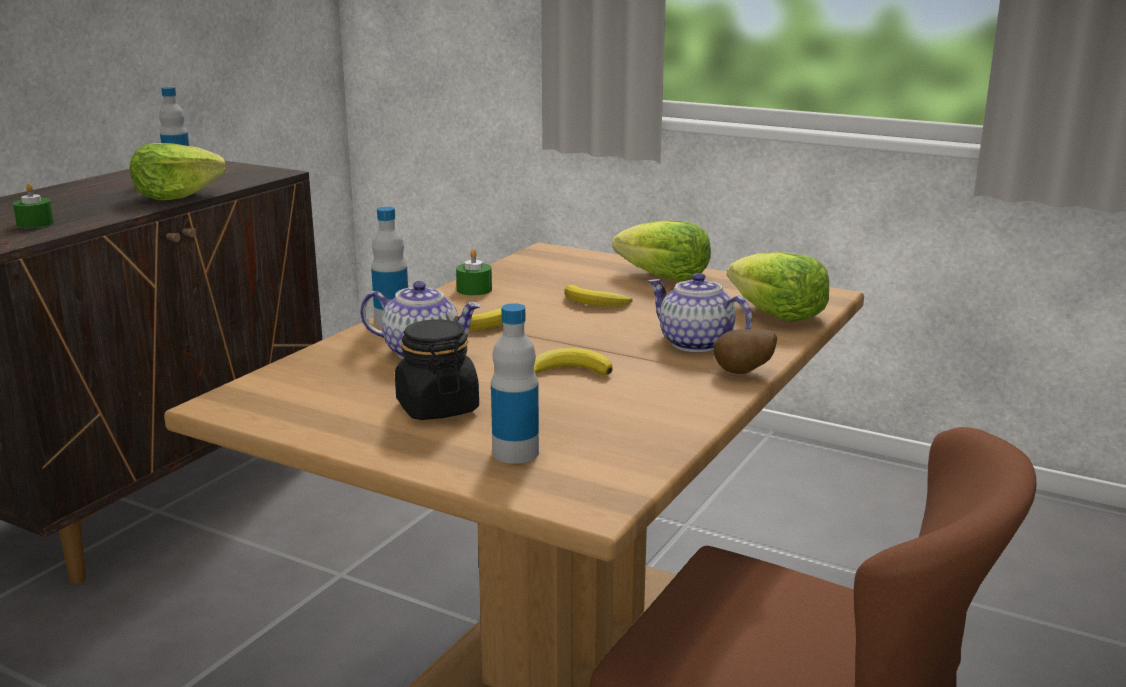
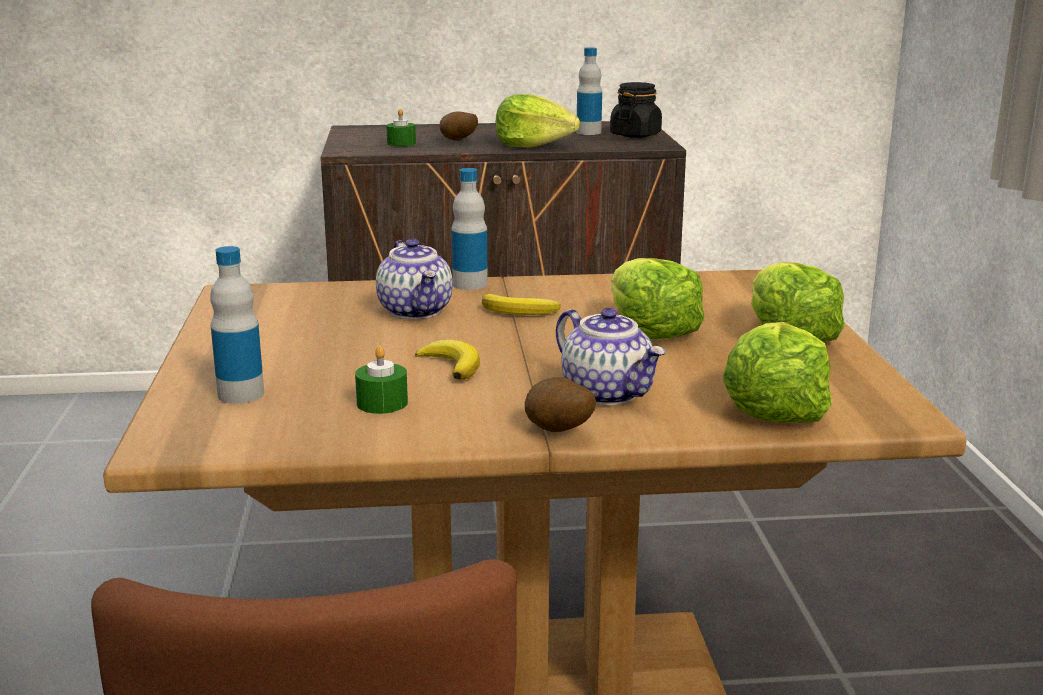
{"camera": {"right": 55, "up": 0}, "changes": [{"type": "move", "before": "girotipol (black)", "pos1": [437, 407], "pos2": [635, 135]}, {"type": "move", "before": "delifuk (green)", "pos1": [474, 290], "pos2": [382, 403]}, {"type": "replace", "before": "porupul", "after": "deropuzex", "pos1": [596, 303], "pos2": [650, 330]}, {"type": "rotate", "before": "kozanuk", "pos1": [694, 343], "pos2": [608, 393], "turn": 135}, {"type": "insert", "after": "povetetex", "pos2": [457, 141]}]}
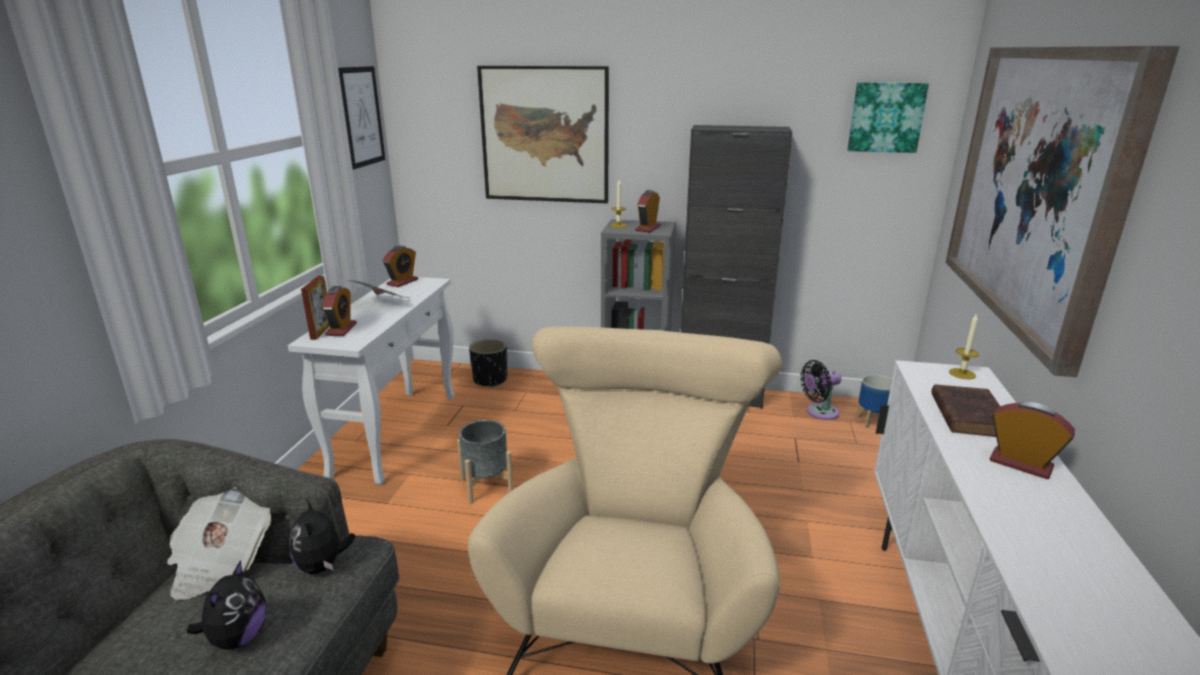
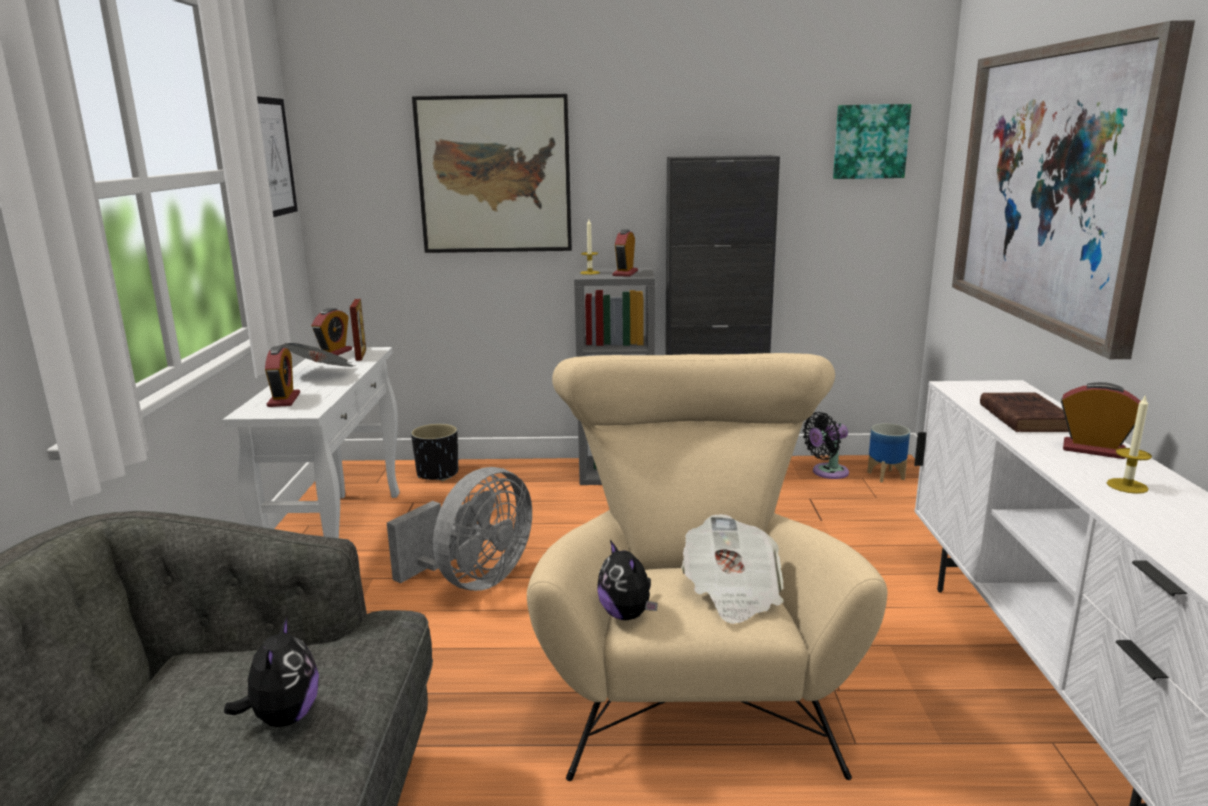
{"camera": {"right": -10, "up": -5}, "changes": [{"type": "move", "before": "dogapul", "pos1": [221, 563], "pos2": [732, 593]}, {"type": "move", "before": "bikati", "pos1": [323, 566], "pos2": [627, 615]}, {"type": "move", "before": "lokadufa", "pos1": [321, 331], "pos2": [361, 355]}, {"type": "replace", "before": "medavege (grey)", "after": "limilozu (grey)", "pos1": [486, 486], "pos2": [473, 580]}, {"type": "move", "before": "delifuk", "pos1": [962, 374], "pos2": [1127, 486]}]}
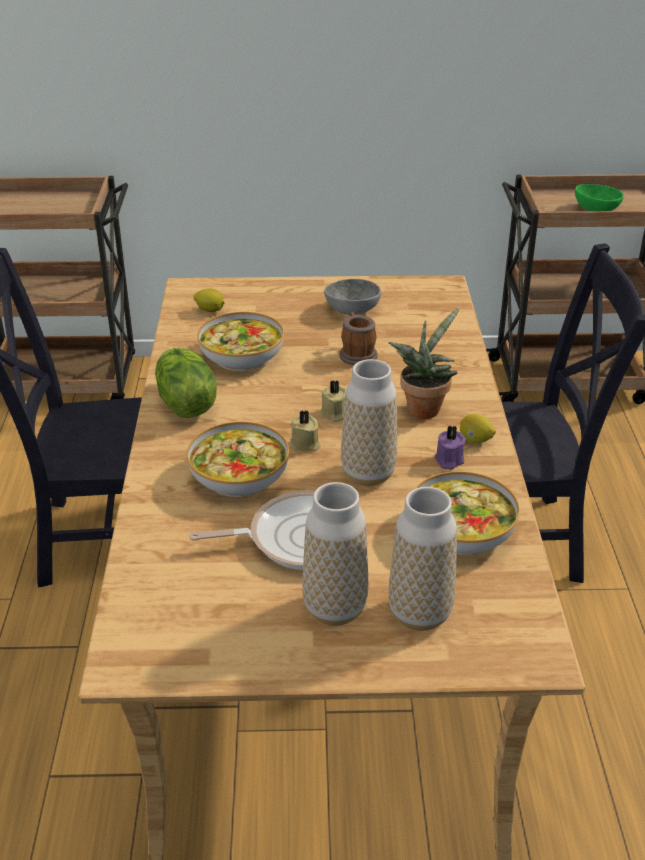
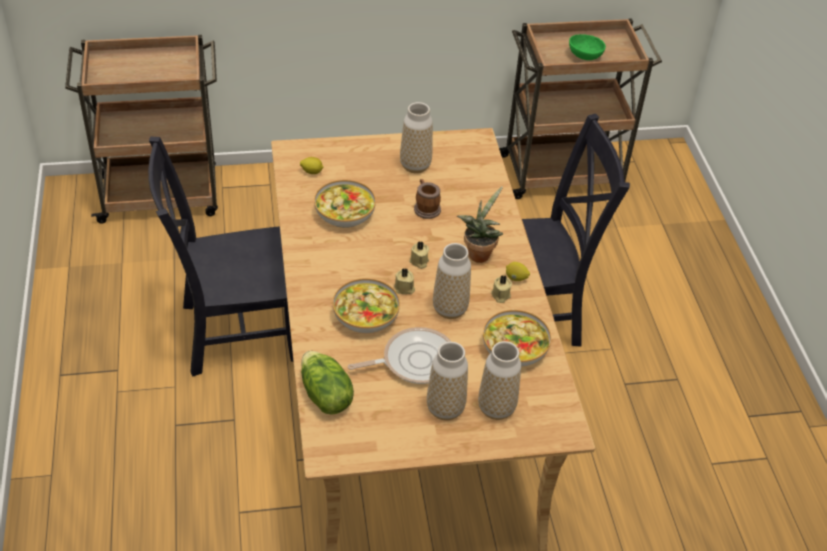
{"camera": {"right": -10, "up": 10}, "changes": [{"type": "move", "before": "deropuzex", "pos1": [184, 404], "pos2": [324, 396]}, {"type": "replace", "before": "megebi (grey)", "after": "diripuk", "pos1": [351, 309], "pos2": [415, 166]}, {"type": "recolor", "before": "delifuk (purple)", "after": "delifuk (beige)", "pos1": [448, 460], "pos2": [500, 295]}]}
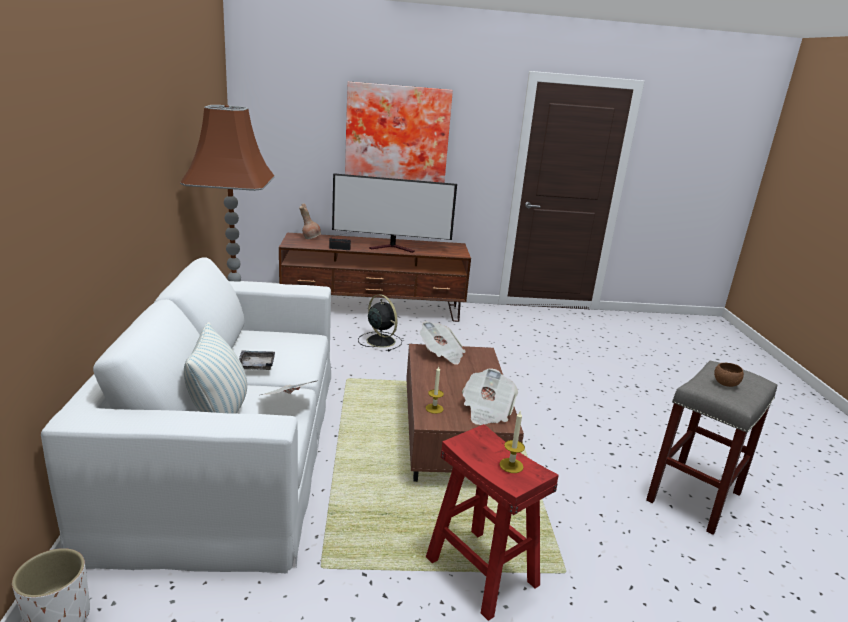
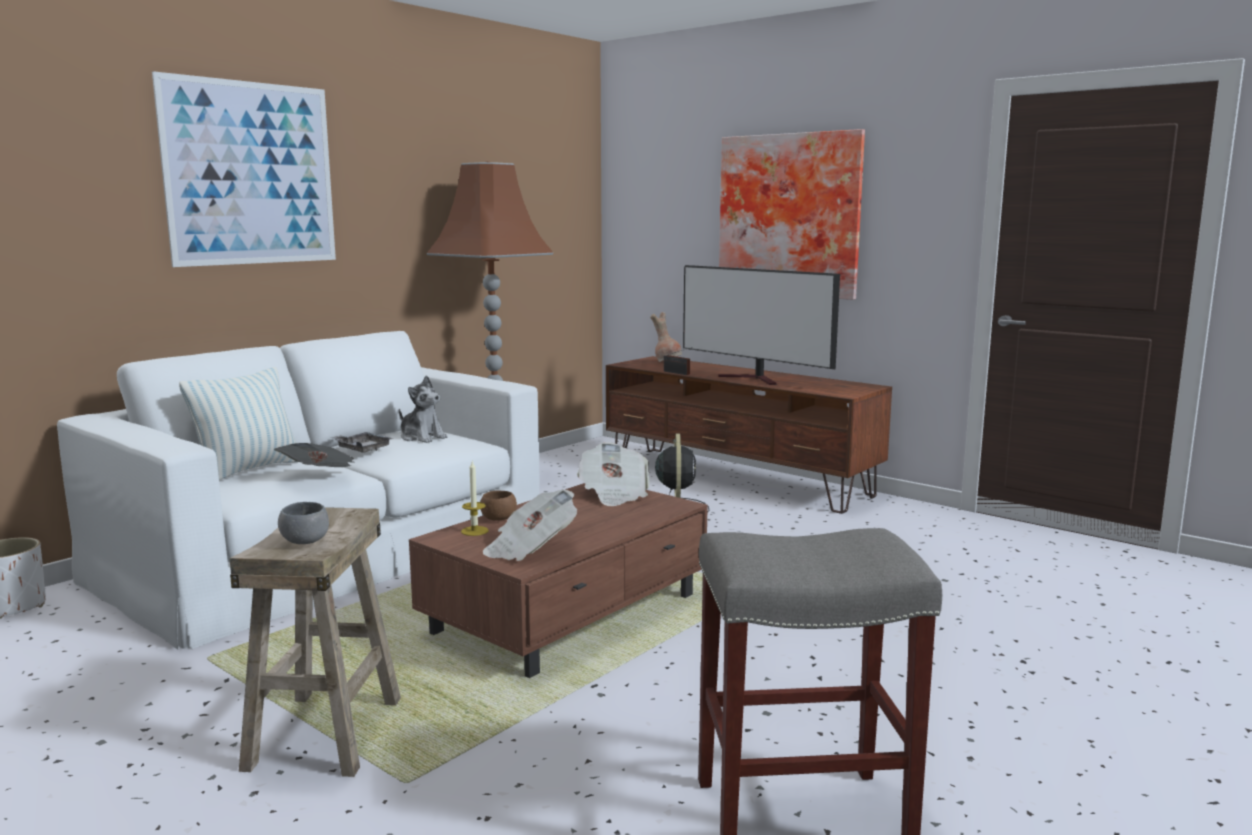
{"camera": {"right": 45, "up": -10}, "changes": [{"type": "recolor", "before": "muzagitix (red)", "after": "muzagitix (beige)", "pos1": [480, 571], "pos2": [324, 732]}, {"type": "replace", "before": "delifuk", "after": "megebi (grey)", "pos1": [511, 465], "pos2": [305, 541]}, {"type": "move", "before": "megebi (brown)", "pos1": [725, 384], "pos2": [498, 518]}, {"type": "insert", "after": "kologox", "pos2": [251, 174]}, {"type": "insert", "after": "bikati", "pos2": [422, 437]}]}
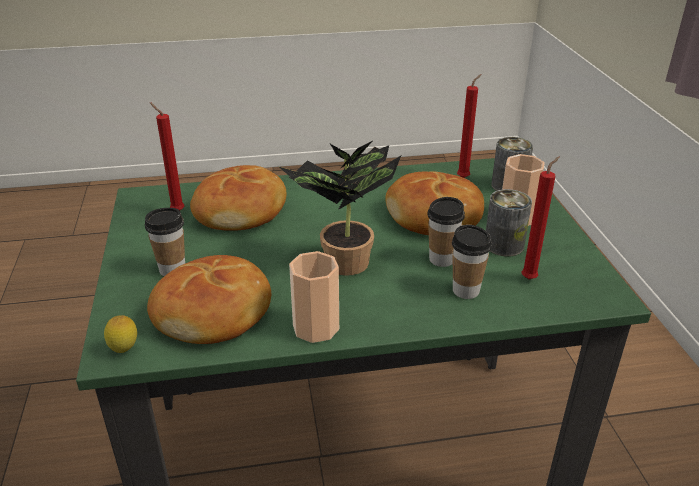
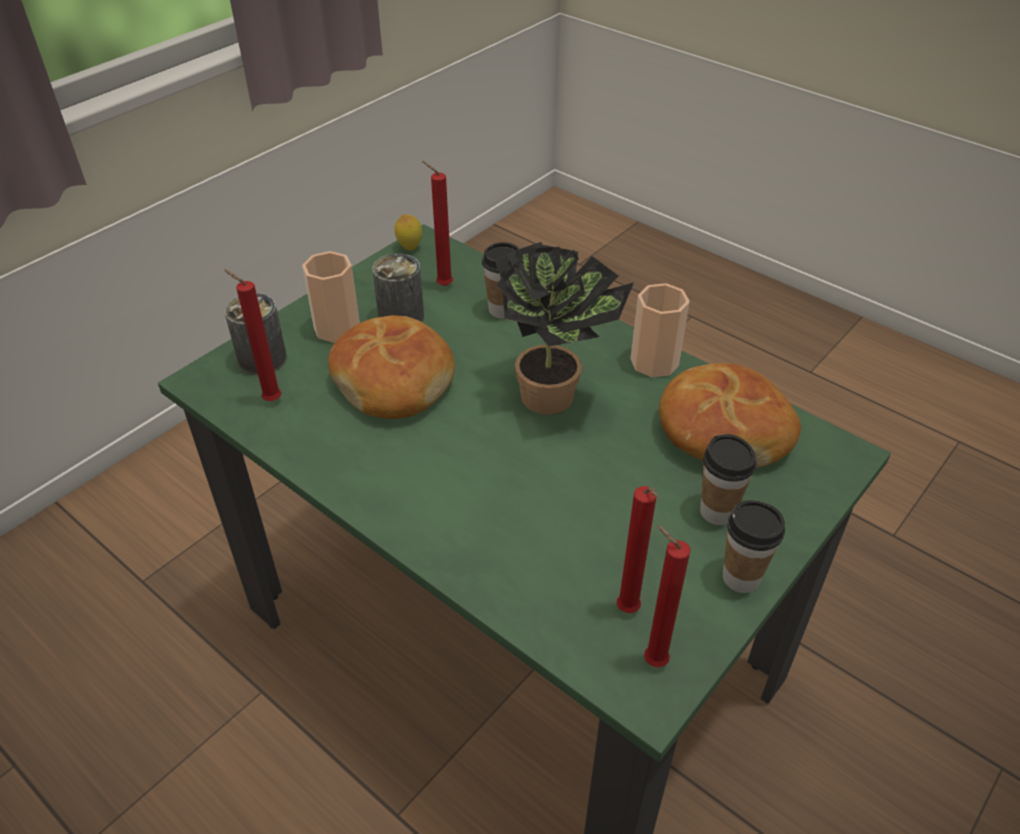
{"camera": {"right": -130, "up": 10}, "changes": [{"type": "move", "before": "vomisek", "pos1": [124, 350], "pos2": [409, 247]}, {"type": "delete", "before": "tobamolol", "pos1": [242, 211]}, {"type": "move", "before": "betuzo", "pos1": [441, 259], "pos2": [741, 578]}, {"type": "insert", "after": "delifuk (red)", "pos2": [651, 660]}]}
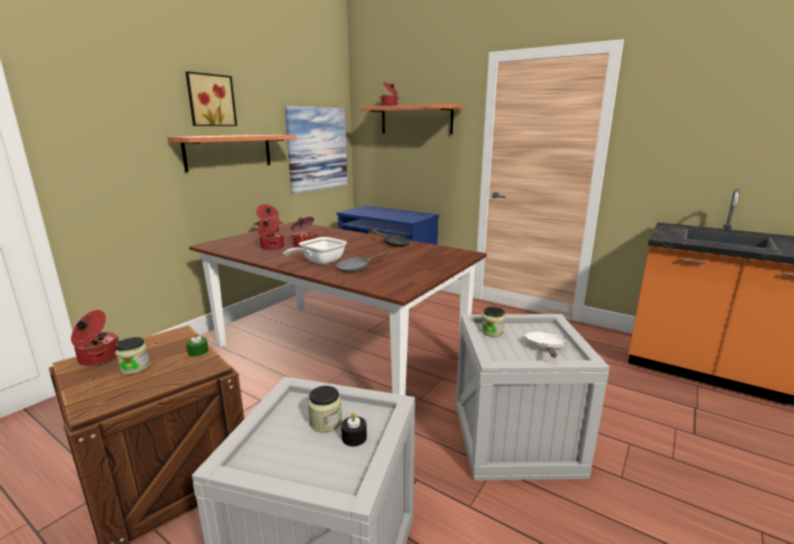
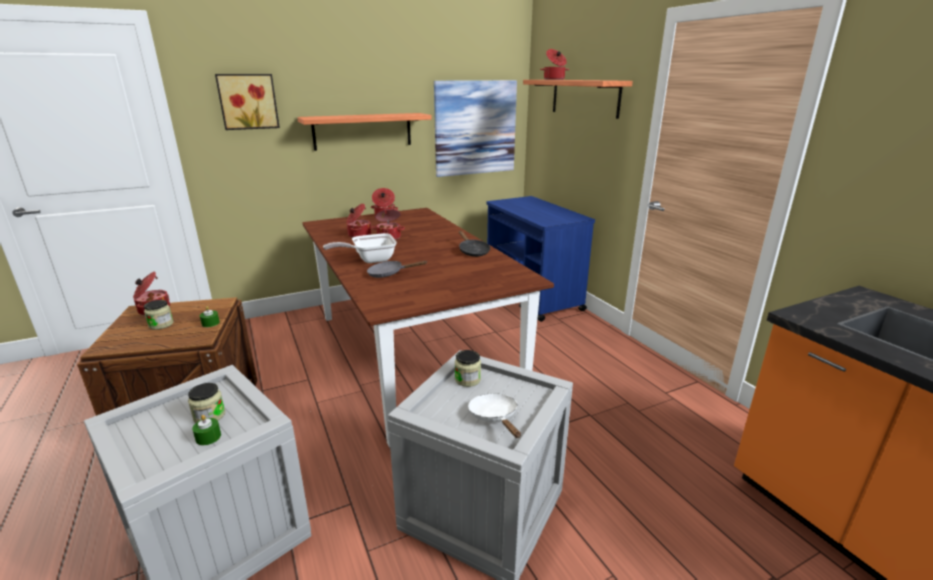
{"camera": {"right": 30, "up": 5}, "changes": [{"type": "move", "before": "kologox", "pos1": [210, 100], "pos2": [248, 101]}, {"type": "recolor", "before": "delifuk (black)", "after": "delifuk (green)", "pos1": [354, 437], "pos2": [208, 437]}, {"type": "rotate", "before": "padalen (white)", "pos1": [545, 348], "pos2": [495, 417], "turn": -60}]}
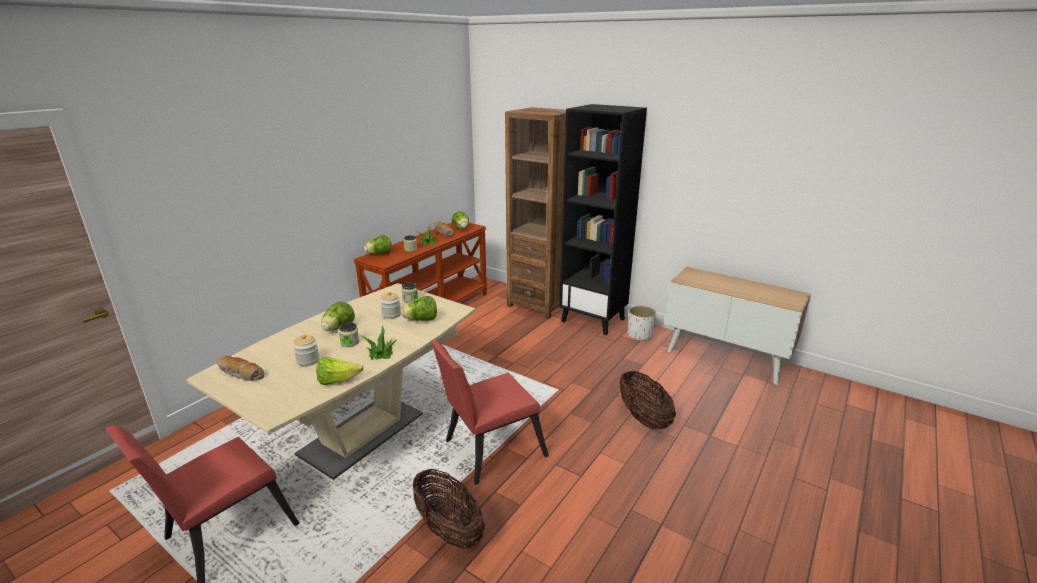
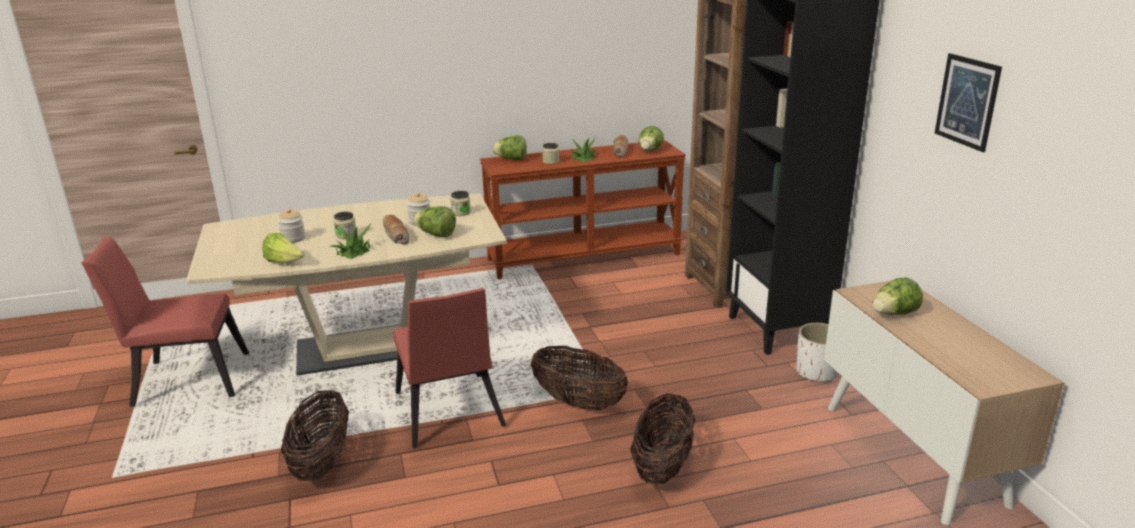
{"camera": {"right": 40, "up": 0}, "changes": [{"type": "move", "before": "tobamolol", "pos1": [240, 373], "pos2": [395, 235]}, {"type": "move", "before": "deropuzex", "pos1": [338, 328], "pos2": [894, 314]}, {"type": "rotate", "before": "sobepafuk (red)", "pos1": [489, 450], "pos2": [448, 414], "turn": -120}, {"type": "insert", "after": "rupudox", "pos2": [578, 403]}, {"type": "insert", "after": "kologox", "pos2": [967, 101]}]}
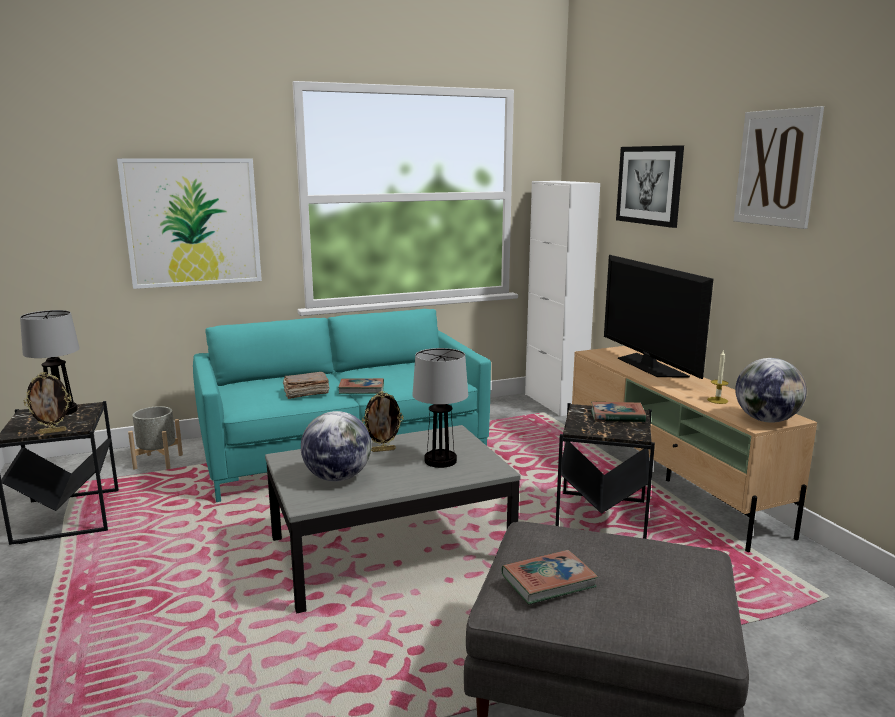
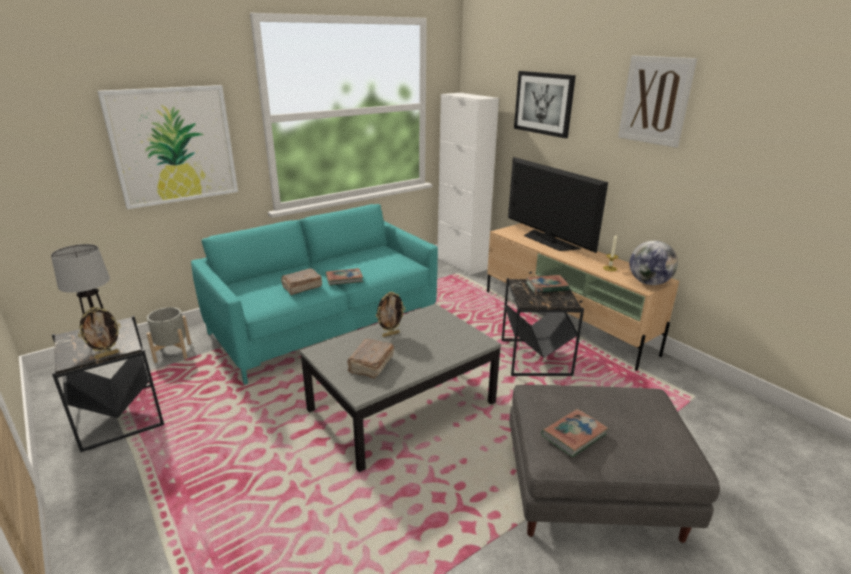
{"camera": {"right": -15, "up": 10}, "changes": [{"type": "replace", "before": "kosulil", "after": "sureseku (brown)", "pos1": [337, 478], "pos2": [370, 365]}, {"type": "delete", "before": "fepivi", "pos1": [440, 460]}]}
